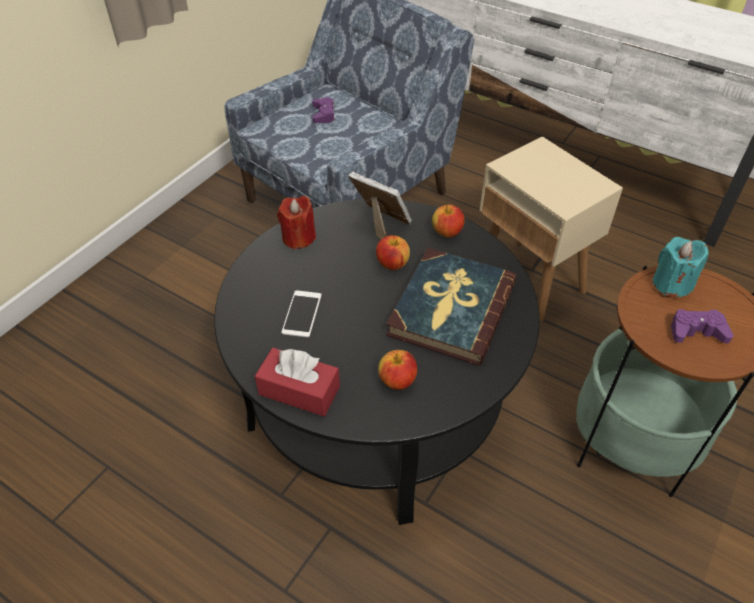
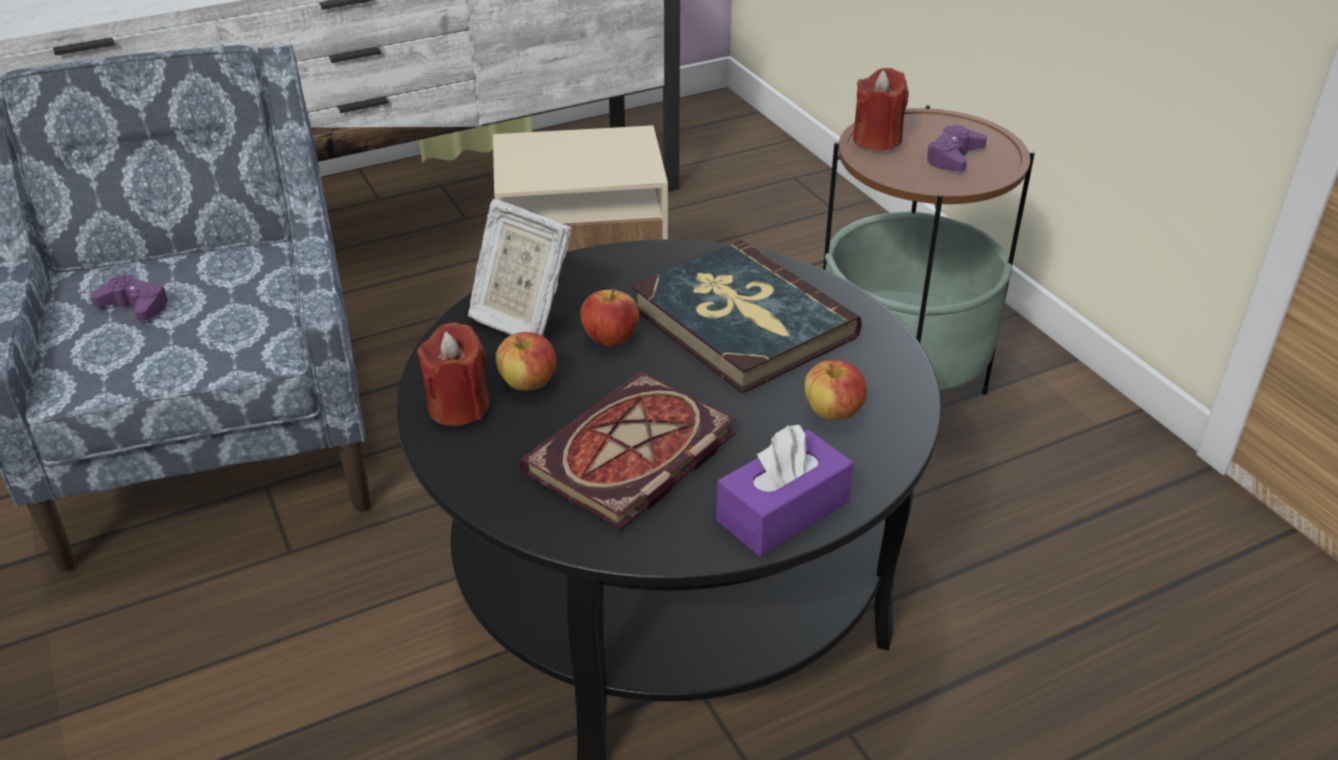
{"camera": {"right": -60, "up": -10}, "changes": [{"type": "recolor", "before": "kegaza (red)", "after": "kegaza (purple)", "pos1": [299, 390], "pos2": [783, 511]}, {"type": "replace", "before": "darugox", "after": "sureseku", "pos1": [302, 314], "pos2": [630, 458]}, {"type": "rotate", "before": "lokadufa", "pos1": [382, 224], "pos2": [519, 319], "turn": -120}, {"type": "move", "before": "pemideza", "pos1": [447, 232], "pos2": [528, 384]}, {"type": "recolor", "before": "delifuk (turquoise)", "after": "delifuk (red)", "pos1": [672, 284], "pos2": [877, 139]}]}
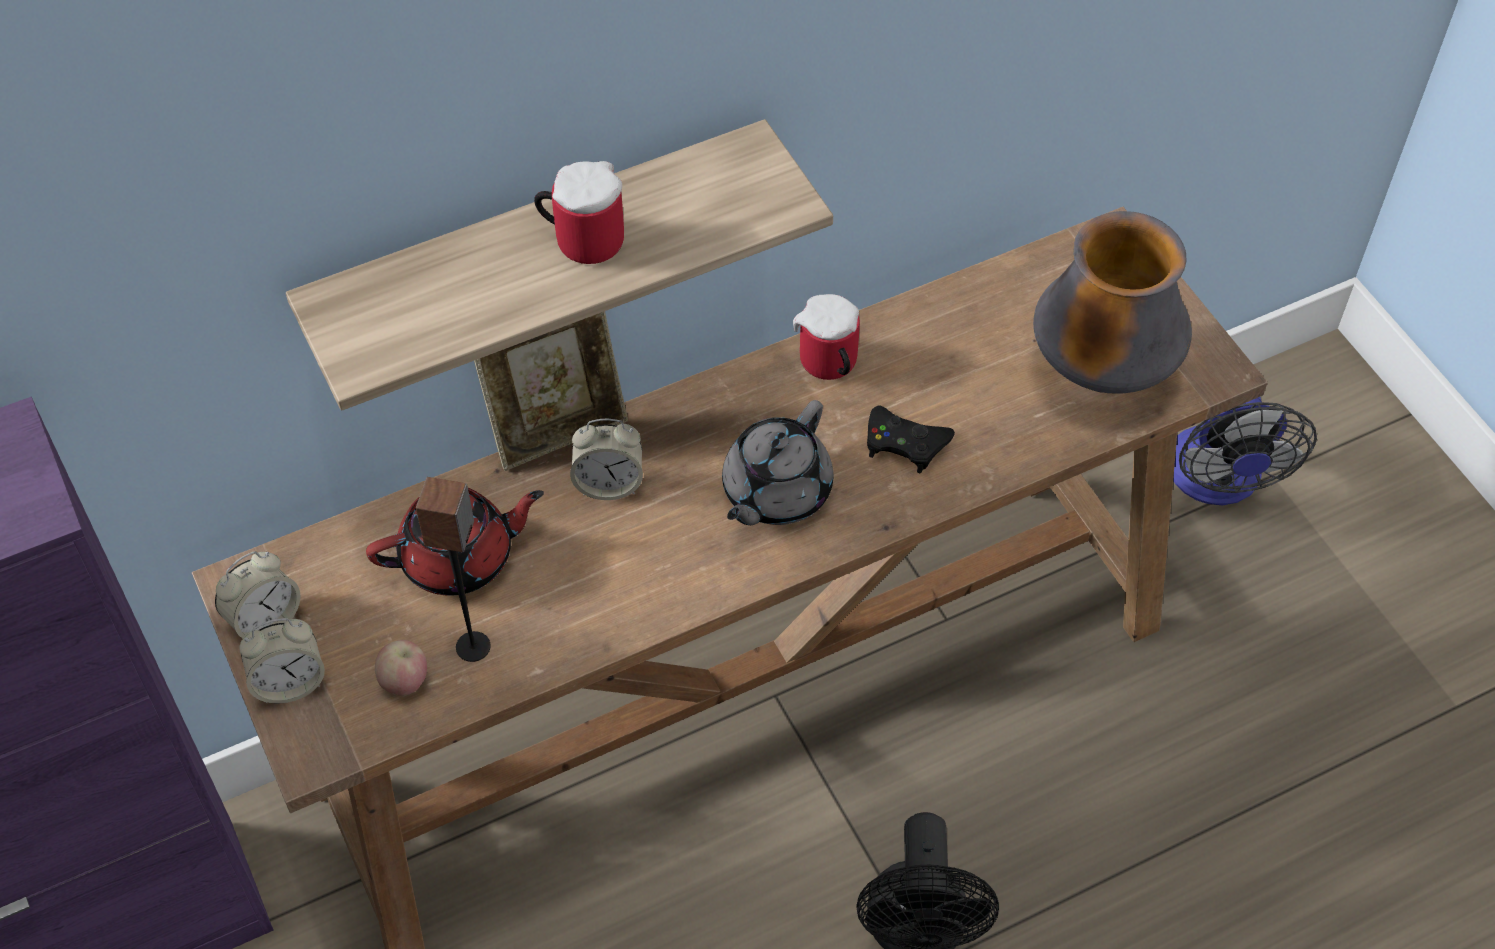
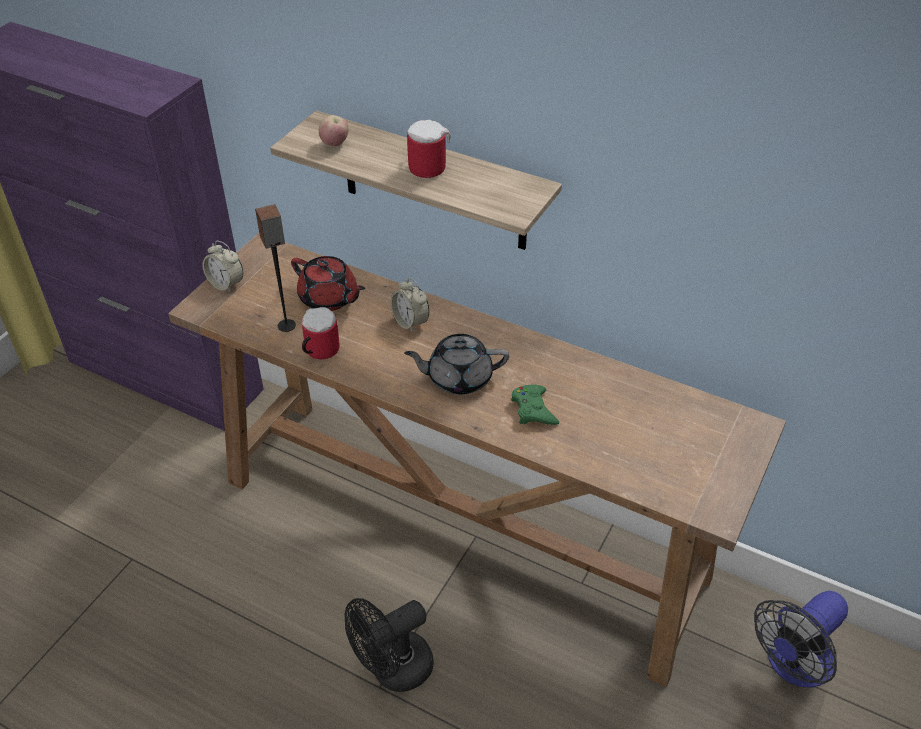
{"camera": {"right": 55, "up": -10}, "changes": [{"type": "delete", "before": "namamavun", "pos1": [265, 619]}, {"type": "move", "before": "pemideza", "pos1": [405, 681], "pos2": [334, 144]}, {"type": "delete", "before": "lokadufa", "pos1": [556, 427]}, {"type": "move", "before": "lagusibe", "pos1": [829, 366], "pos2": [318, 351]}, {"type": "recolor", "before": "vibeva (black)", "after": "vibeva (green)", "pos1": [905, 443], "pos2": [533, 409]}, {"type": "delete", "before": "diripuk", "pos1": [1102, 374]}]}
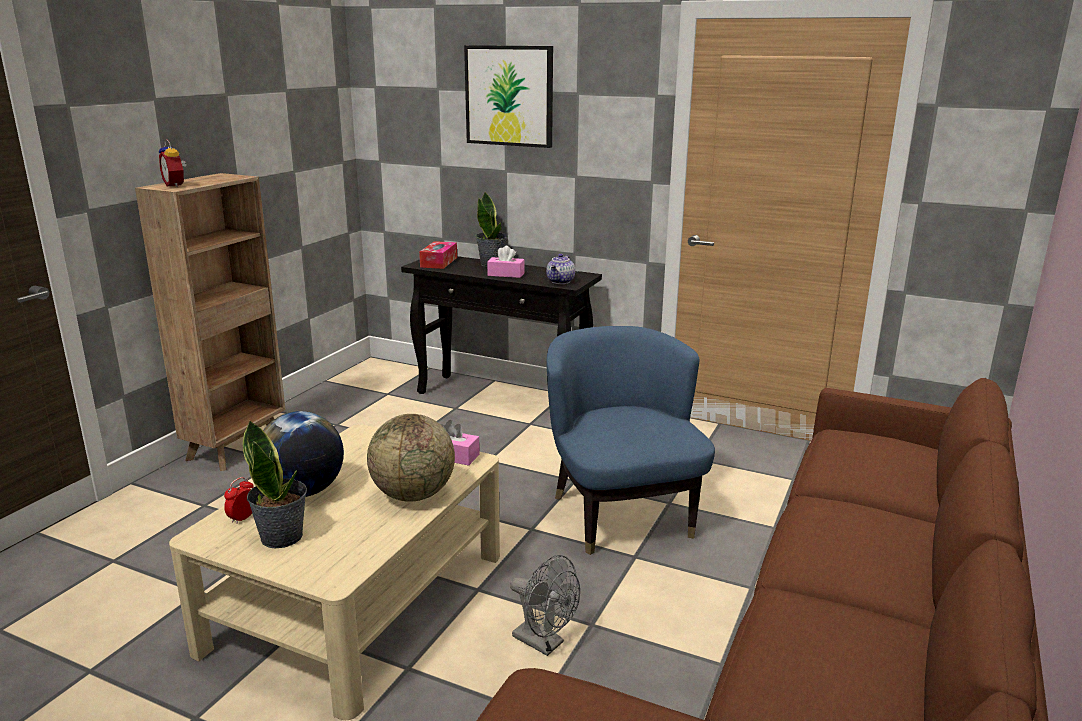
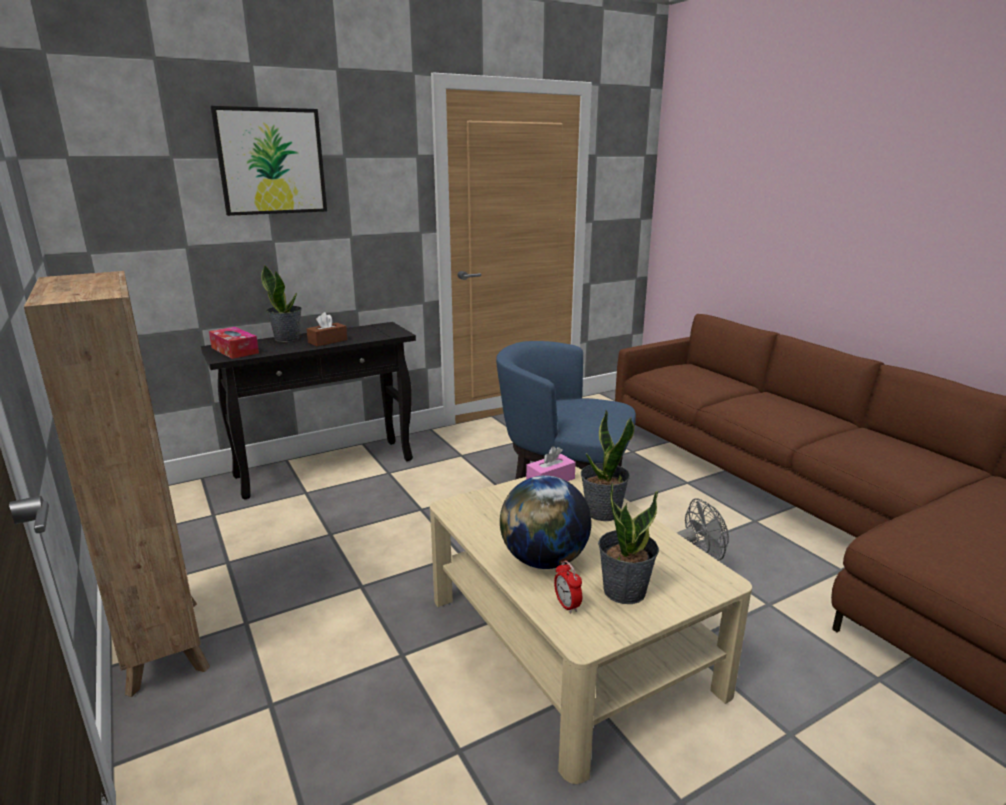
{"camera": {"right": -55, "up": 0}, "changes": [{"type": "delete", "before": "namamavun", "pos1": [176, 185]}, {"type": "replace", "before": "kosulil", "after": "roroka", "pos1": [413, 495], "pos2": [602, 512]}, {"type": "recolor", "before": "kegaza (pink)", "after": "kegaza (brown)", "pos1": [506, 274], "pos2": [327, 341]}, {"type": "delete", "before": "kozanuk", "pos1": [561, 282]}]}
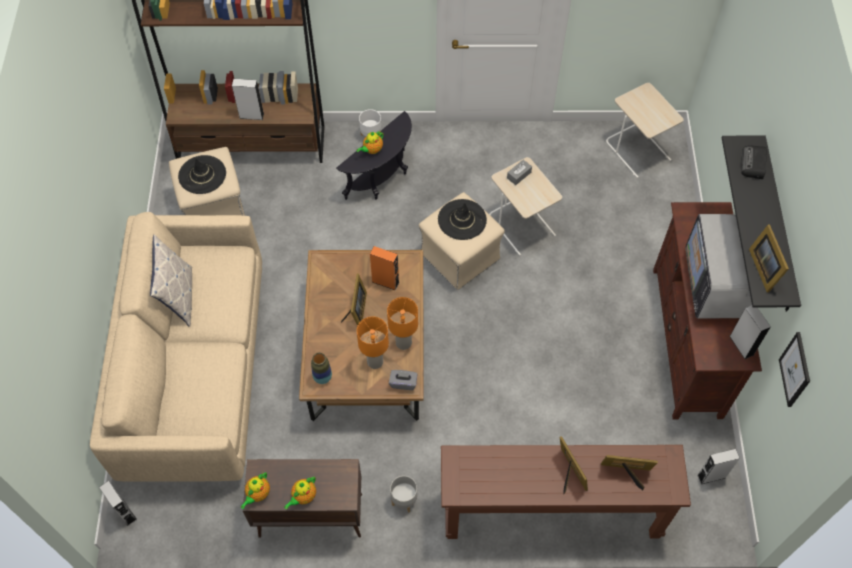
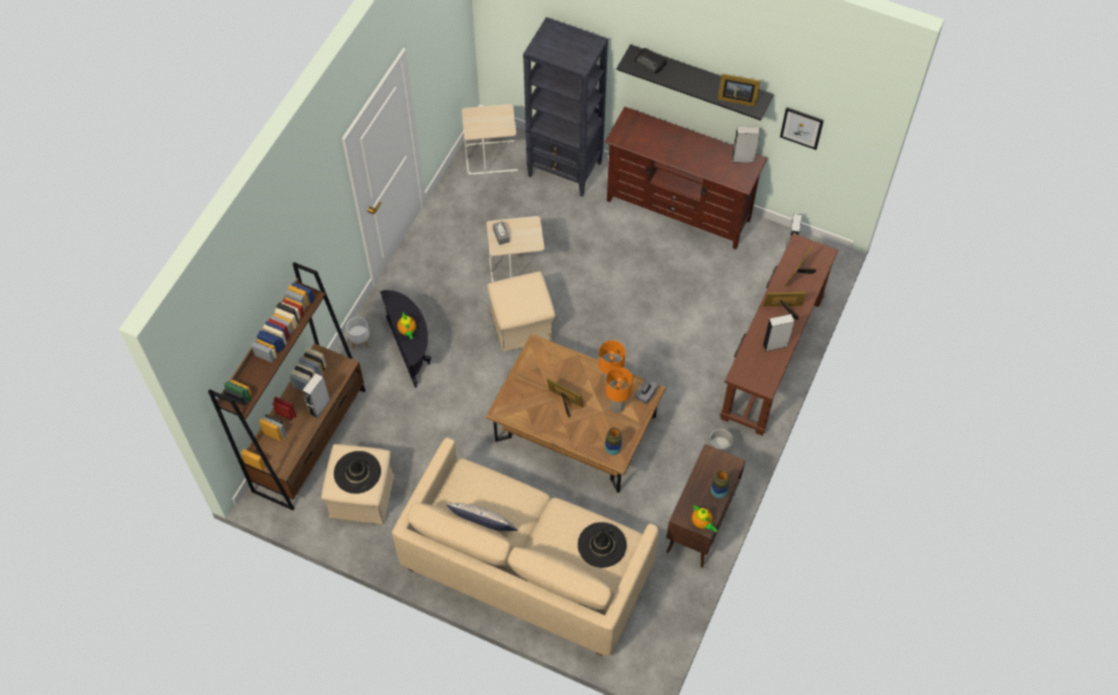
{"camera": {"right": -65, "up": 0}, "changes": [{"type": "move", "before": "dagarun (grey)", "pos1": [125, 512], "pos2": [775, 345]}, {"type": "replace", "before": "kozanuk", "after": "diripuk", "pos1": [303, 496], "pos2": [718, 492]}, {"type": "delete", "before": "dagarun (orange)", "pos1": [385, 282]}, {"type": "move", "before": "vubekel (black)", "pos1": [462, 219], "pos2": [601, 545]}, {"type": "delete", "before": "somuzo", "pos1": [716, 284]}, {"type": "insert", "after": "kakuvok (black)", "pos2": [565, 170]}]}
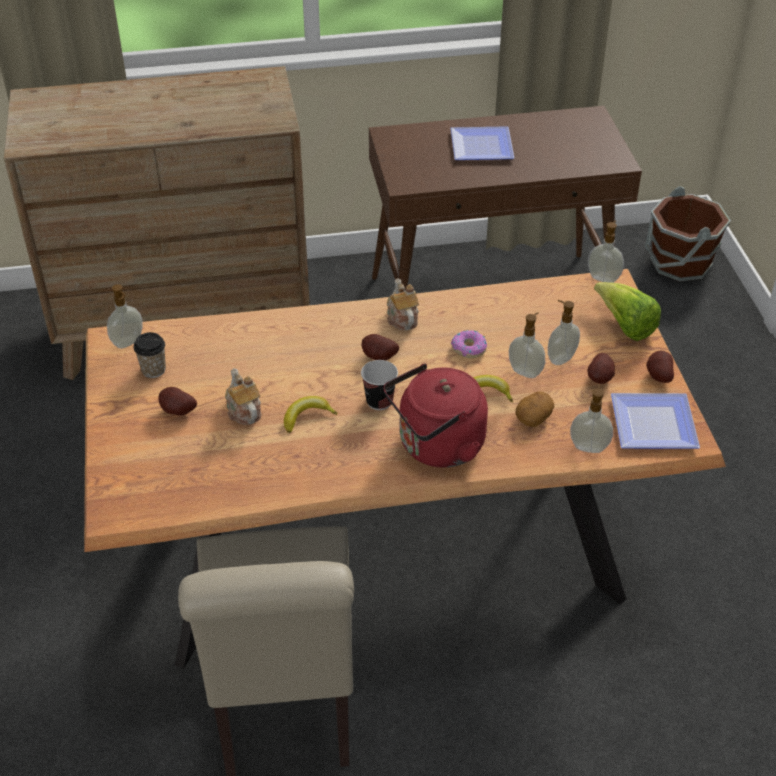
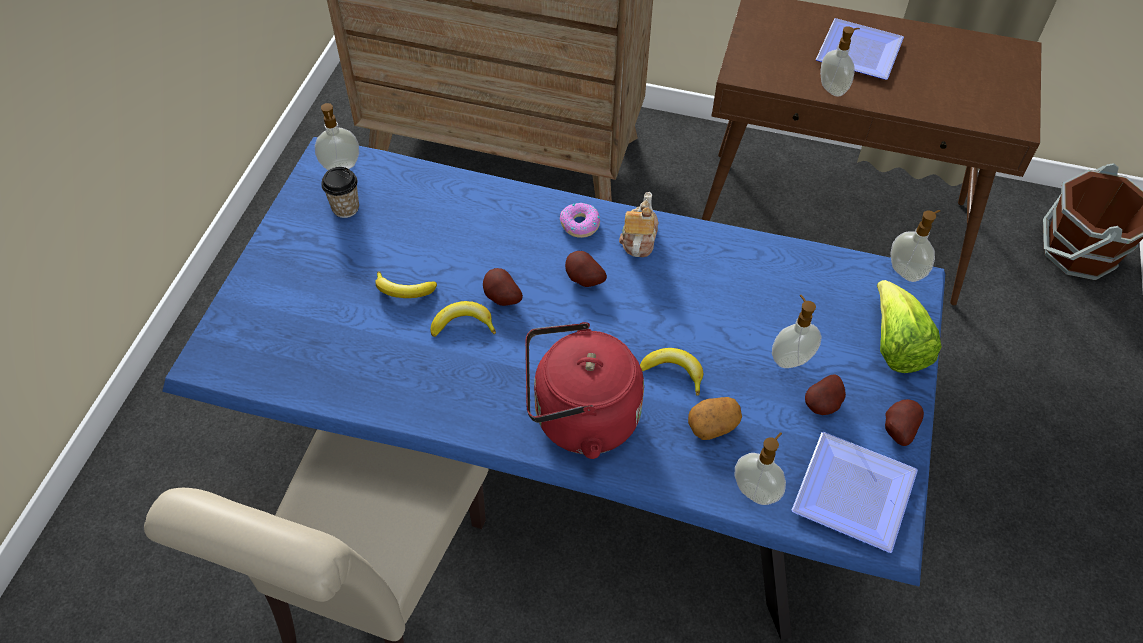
{"camera": {"right": 25, "up": 10}, "changes": [{"type": "recolor", "before": "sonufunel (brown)", "after": "sonufunel (blue)", "pos1": [387, 549], "pos2": [569, 467]}, {"type": "move", "before": "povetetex", "pos1": [177, 412], "pos2": [501, 298]}, {"type": "replace", "before": "kozanuk", "after": "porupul", "pos1": [243, 410], "pos2": [404, 291]}, {"type": "delete", "before": "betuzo", "pos1": [379, 401]}, {"type": "move", "before": "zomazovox", "pos1": [469, 348], "pos2": [579, 224]}, {"type": "move", "before": "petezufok", "pos1": [525, 371], "pos2": [833, 88]}]}
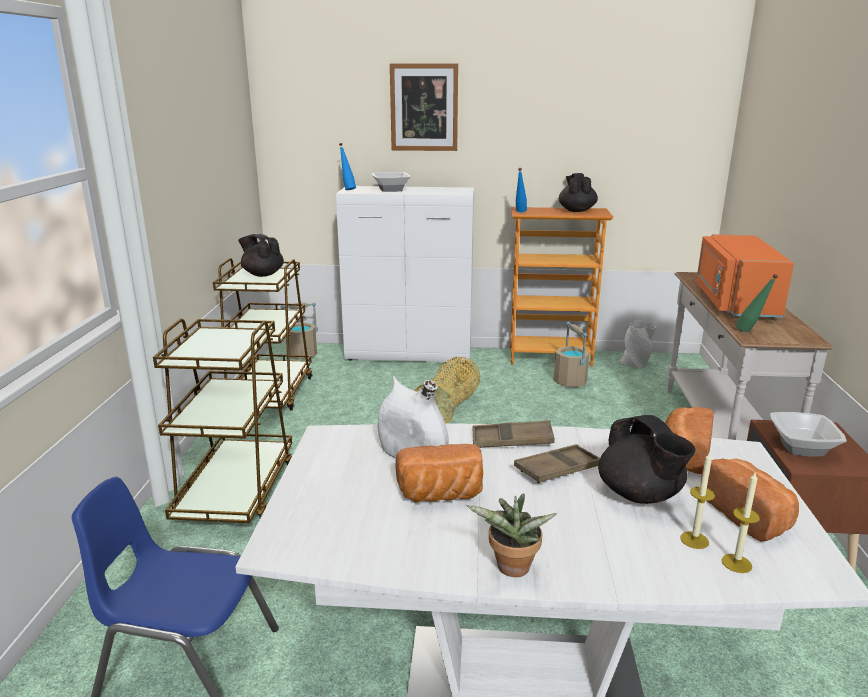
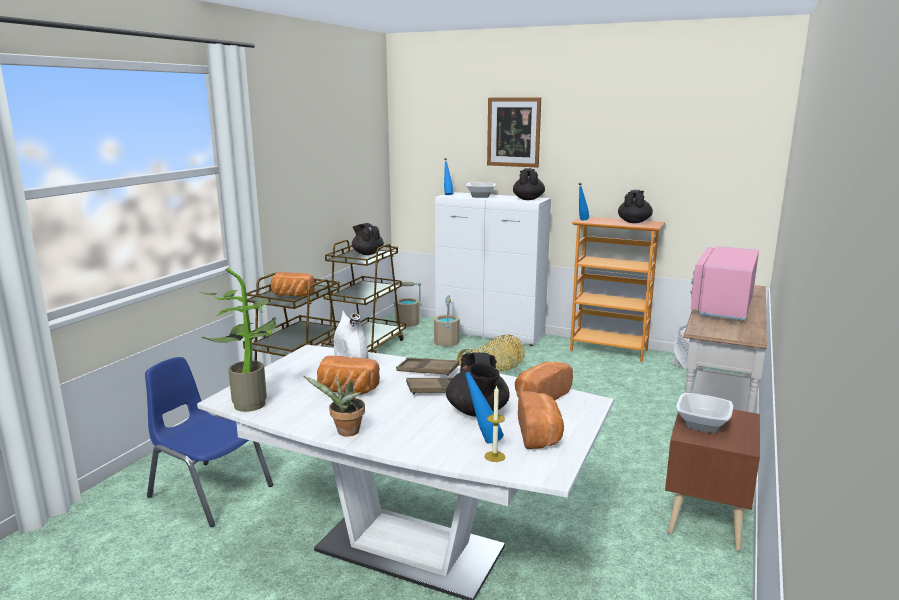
{"camera": {"right": 20, "up": -5}, "changes": [{"type": "move", "before": "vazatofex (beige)", "pos1": [570, 382], "pos2": [446, 343]}, {"type": "replace", "before": "delifuk", "after": "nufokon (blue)", "pos1": [694, 540], "pos2": [482, 440]}, {"type": "recolor", "before": "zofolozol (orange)", "after": "zofolozol (pink)", "pos1": [733, 302], "pos2": [721, 306]}, {"type": "delete", "before": "nufokon (green)", "pos1": [750, 332]}, {"type": "insert", "after": "roroka", "pos2": [251, 402]}, {"type": "insert", "after": "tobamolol", "pos2": [291, 295]}, {"type": "insert", "after": "kozanuk (black)", "pos2": [528, 199]}]}
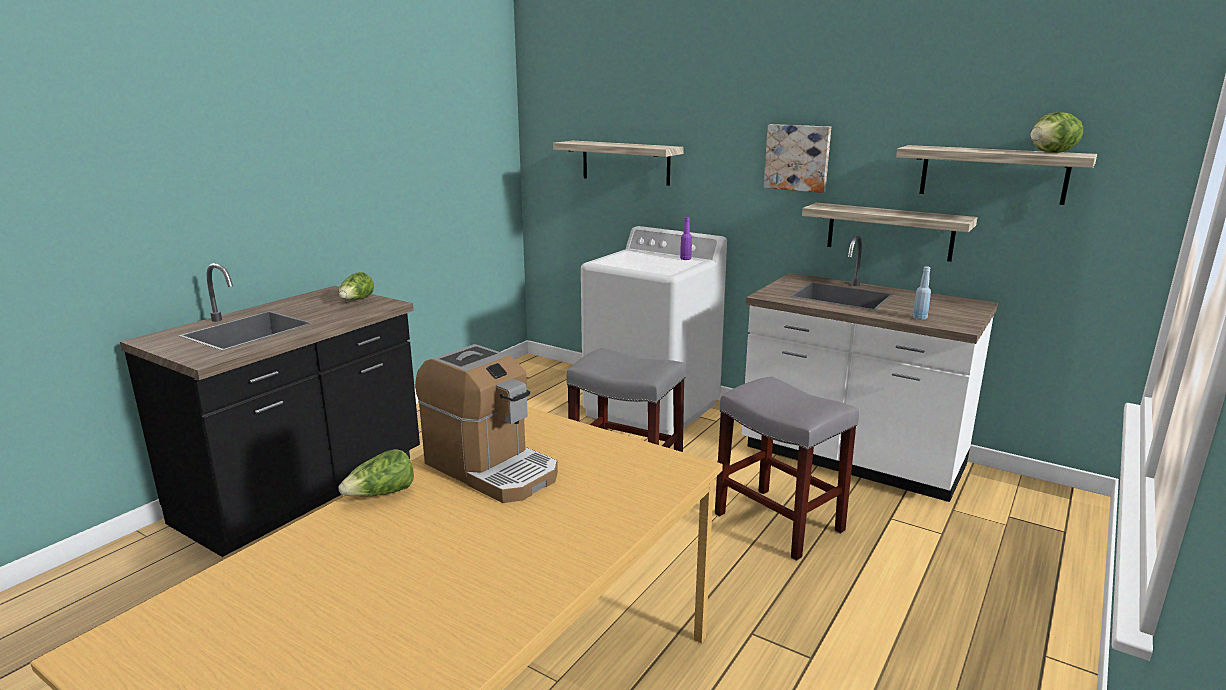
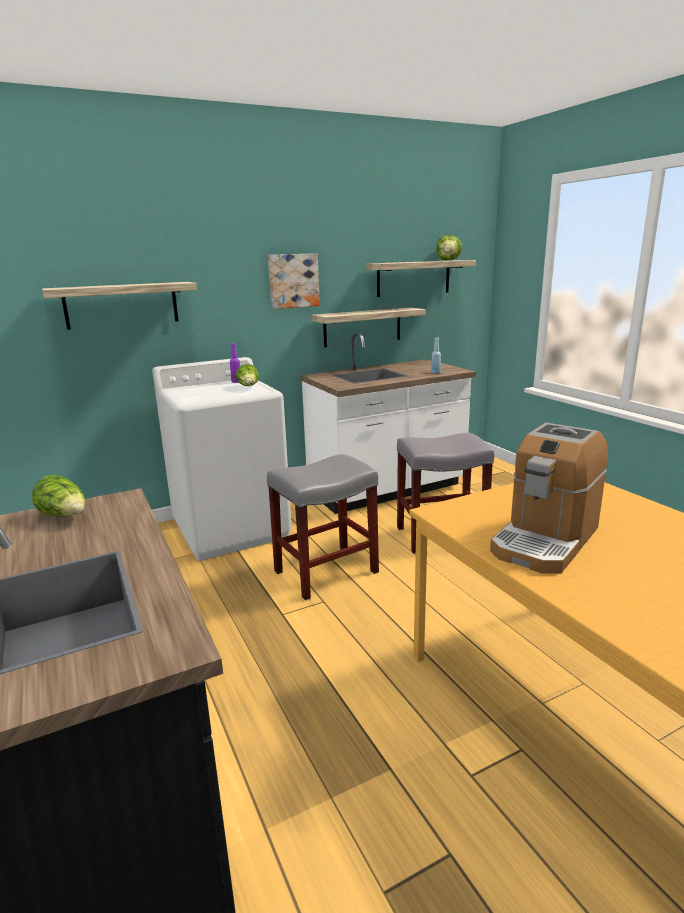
{"camera": {"right": -60, "up": 0}, "changes": [{"type": "move", "before": "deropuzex", "pos1": [381, 494], "pos2": [249, 387]}, {"type": "rotate", "before": "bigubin", "pos1": [491, 468], "pos2": [545, 540], "turn": 150}]}
